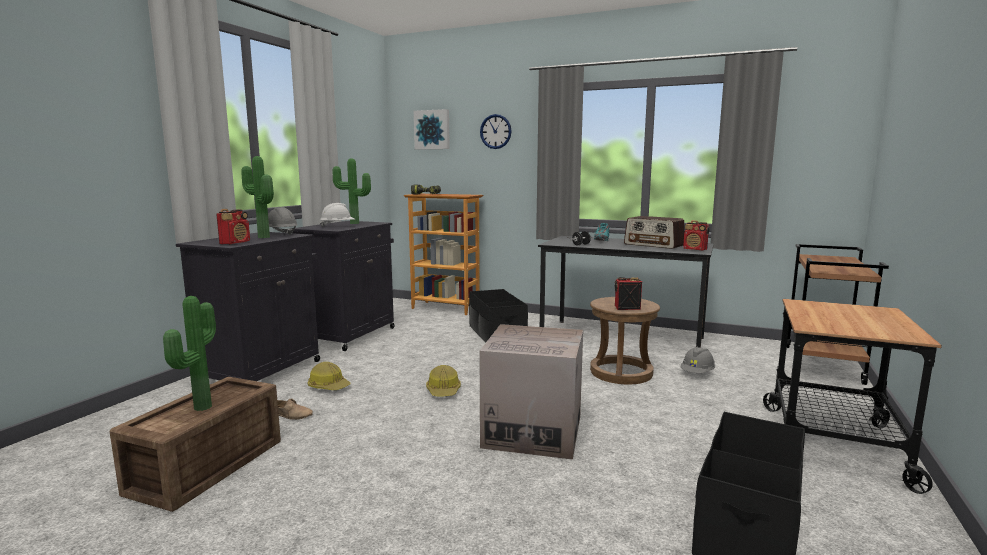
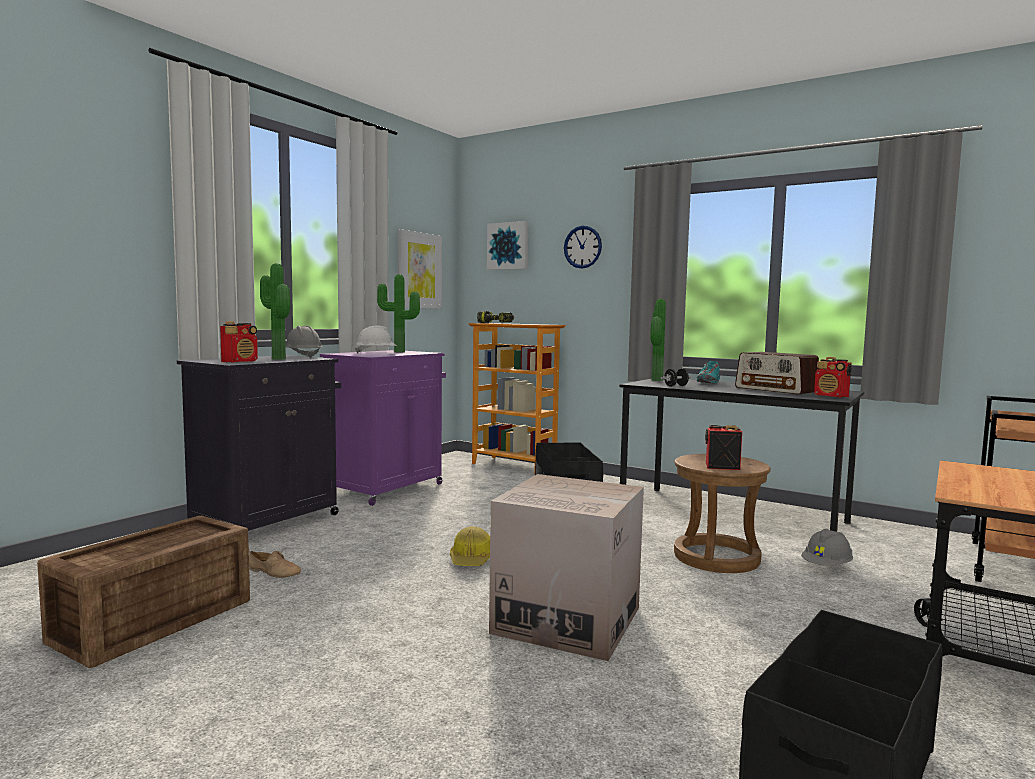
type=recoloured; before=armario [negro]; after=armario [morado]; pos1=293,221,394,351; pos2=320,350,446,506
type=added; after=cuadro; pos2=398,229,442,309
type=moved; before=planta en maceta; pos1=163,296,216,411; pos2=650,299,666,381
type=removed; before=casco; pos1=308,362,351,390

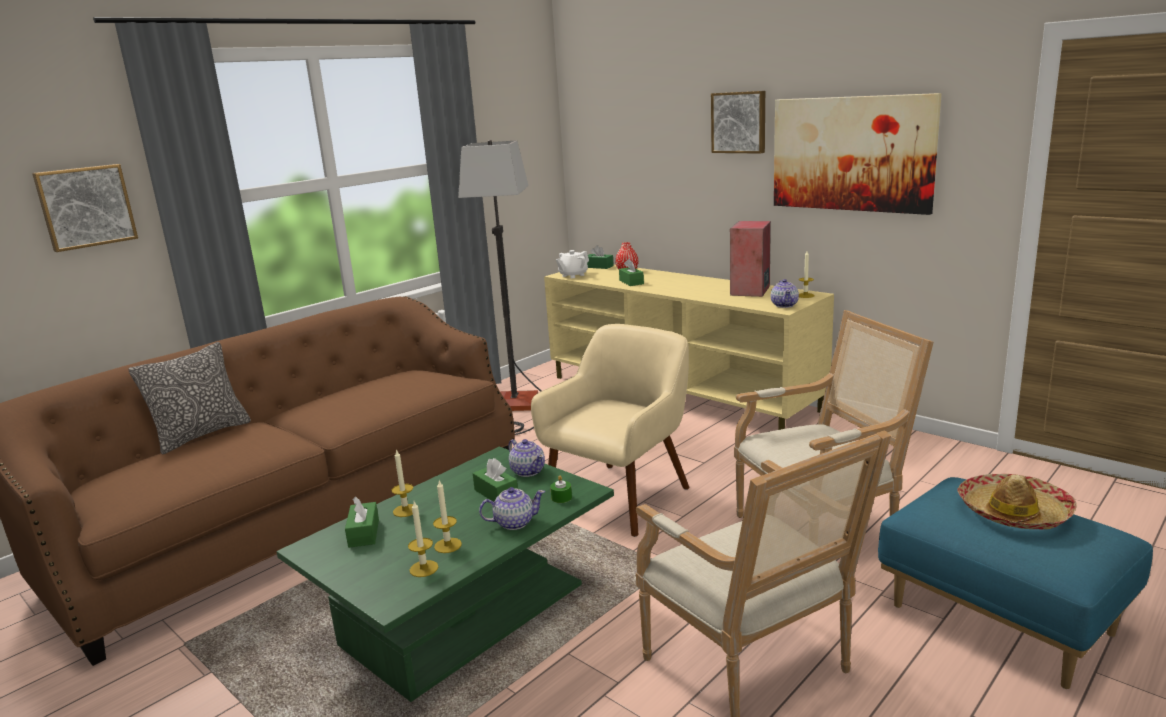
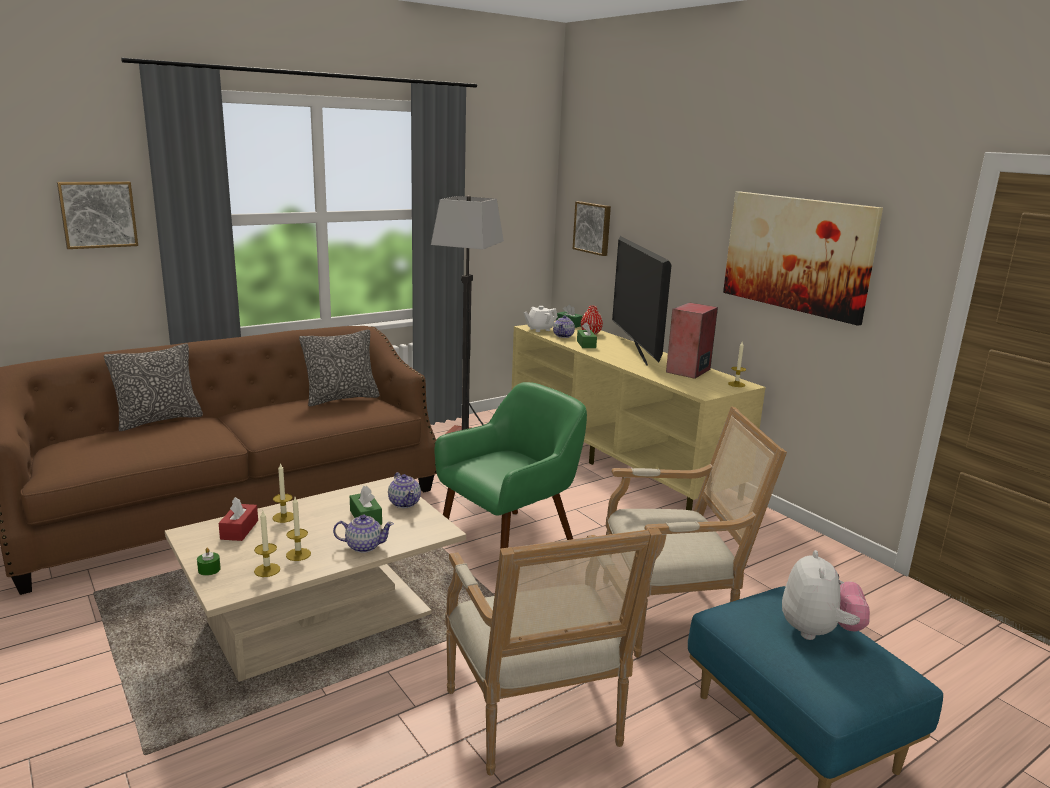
type=recoloured; before=mesa de centro [verde]; after=mesa de centro [beis]; pos1=276,446,614,702; pos2=165,477,466,682
type=moved; before=vela [verde]; pos1=550,476,572,503; pos2=197,548,221,576
type=recoloured; before=caja de pañuelos [verde]; after=caja de pañuelos [rojo]; pos1=345,496,379,548; pos2=219,497,258,541
type=added; after=cojín; pos2=299,329,380,407
type=recoloured; before=sillón [beis]; after=sillón [verde]; pos1=531,324,689,537; pos2=434,382,587,549
type=moved; before=tetera; pos1=771,279,799,308; pos2=553,315,575,338
type=moved; before=cuadro; pos1=711,91,765,154; pos2=573,201,611,256
type=added; after=televisor; pos2=612,236,671,366
type=replaced; before=sombrero; after=peluche; pos1=957,474,1077,530; pos2=782,550,870,640

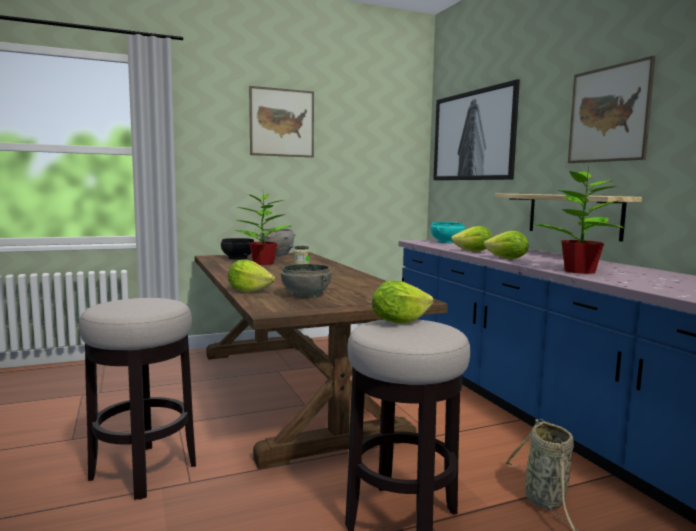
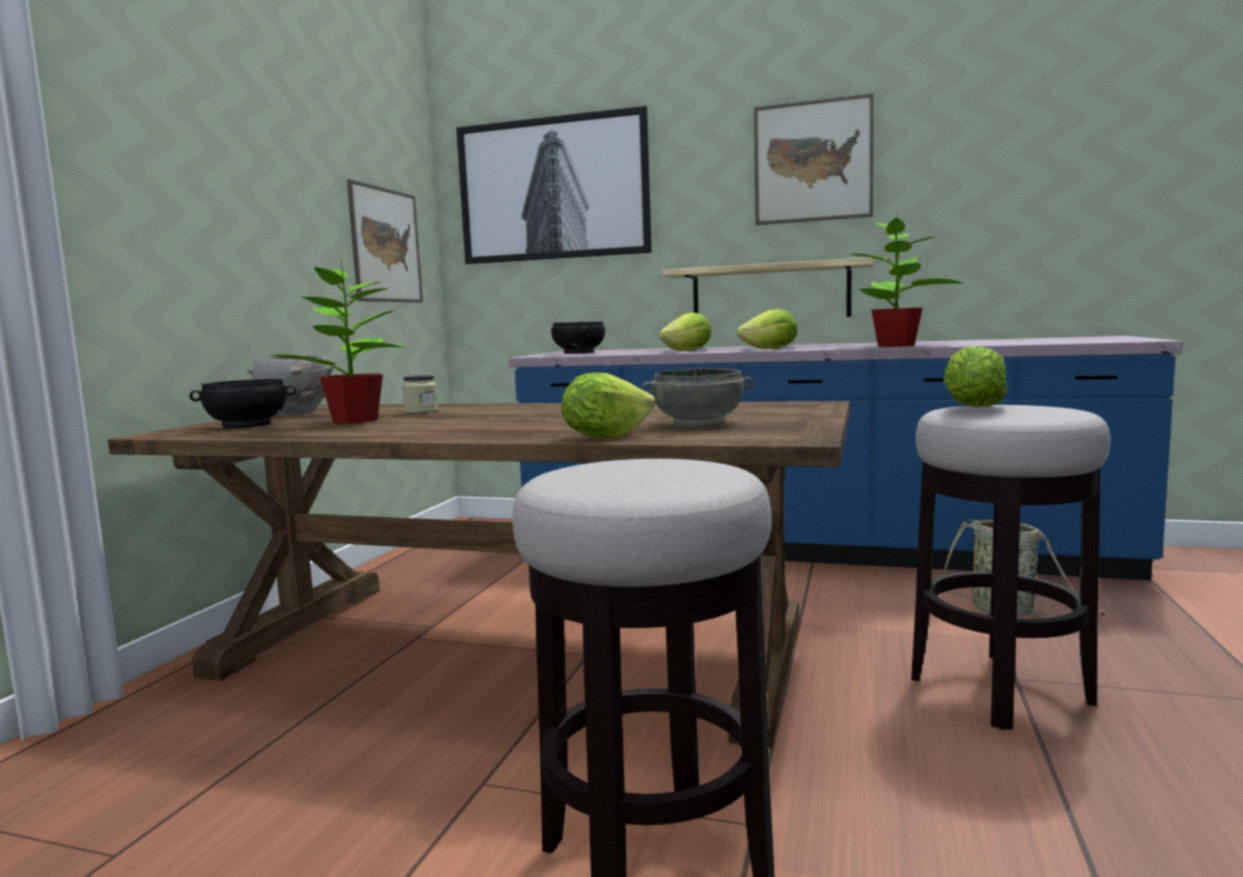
type=moved; before=cuadro; pos1=249,86,314,157; pos2=347,179,423,302
type=recoloured; before=cuenco [turquesa]; after=cuenco [negro]; pos1=430,222,465,243; pos2=551,322,605,354

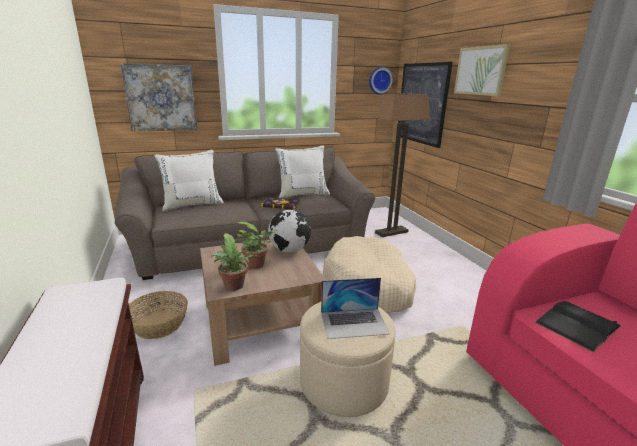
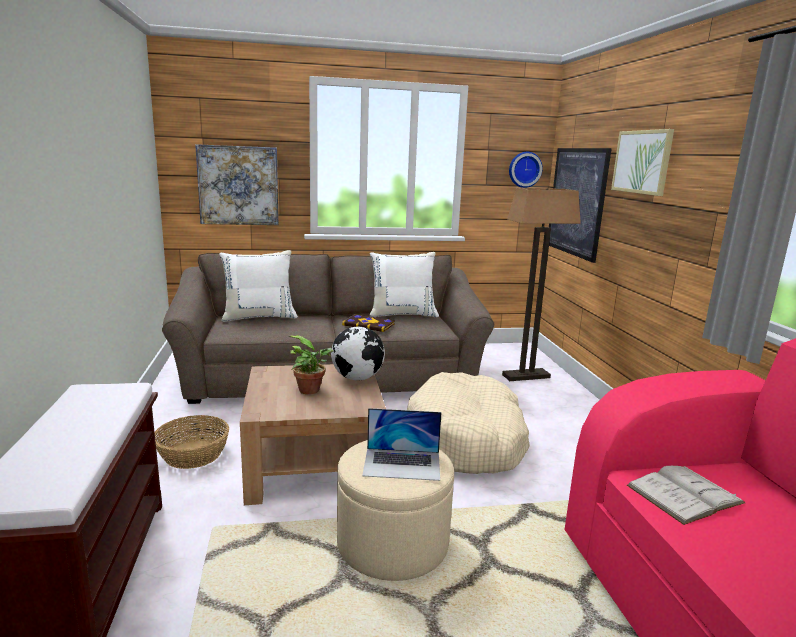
type=recoloured; before=libro [negro]; after=libro [blanco]; pos1=535,301,621,352; pos2=627,466,746,525
type=removed; before=planta en maceta; pos1=211,233,258,291

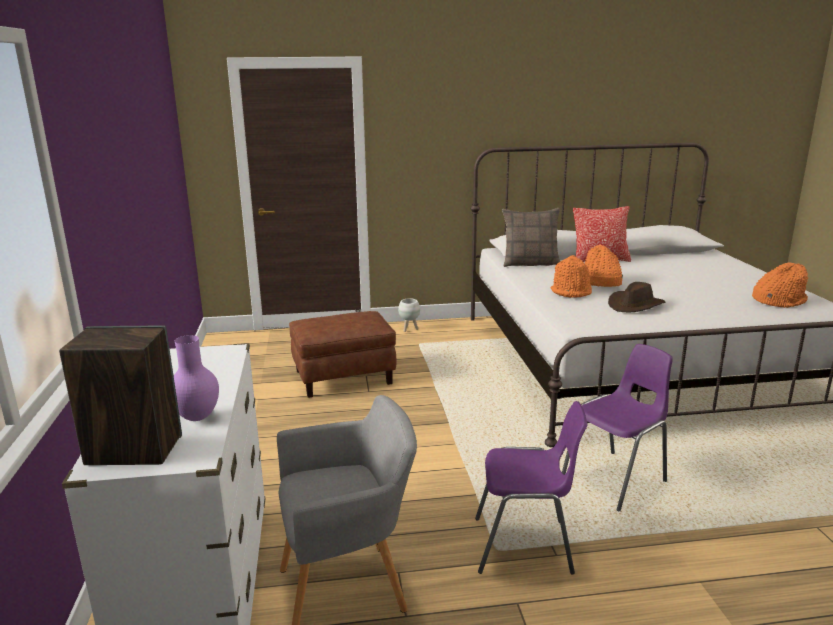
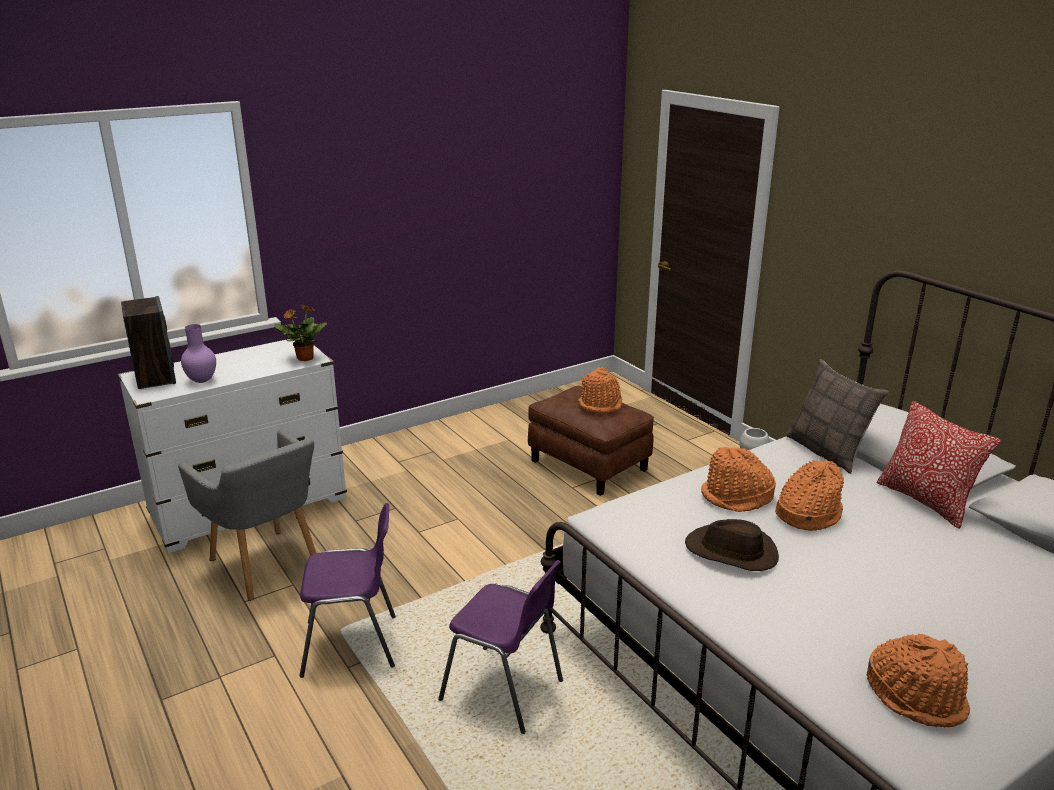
type=added; after=planta en maceta; pos2=274,304,327,361
type=turned; before=silla [morado]; pos1=475,401,588,574; pos2=299,503,396,678; turn=-75
type=added; after=sombrero [naranja]; pos2=578,367,622,414

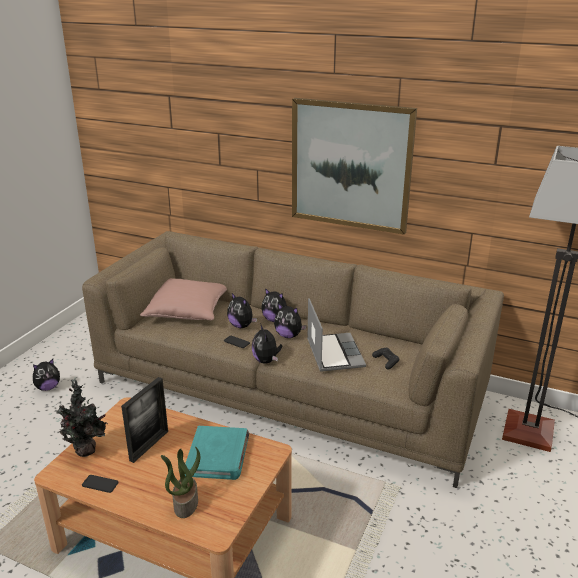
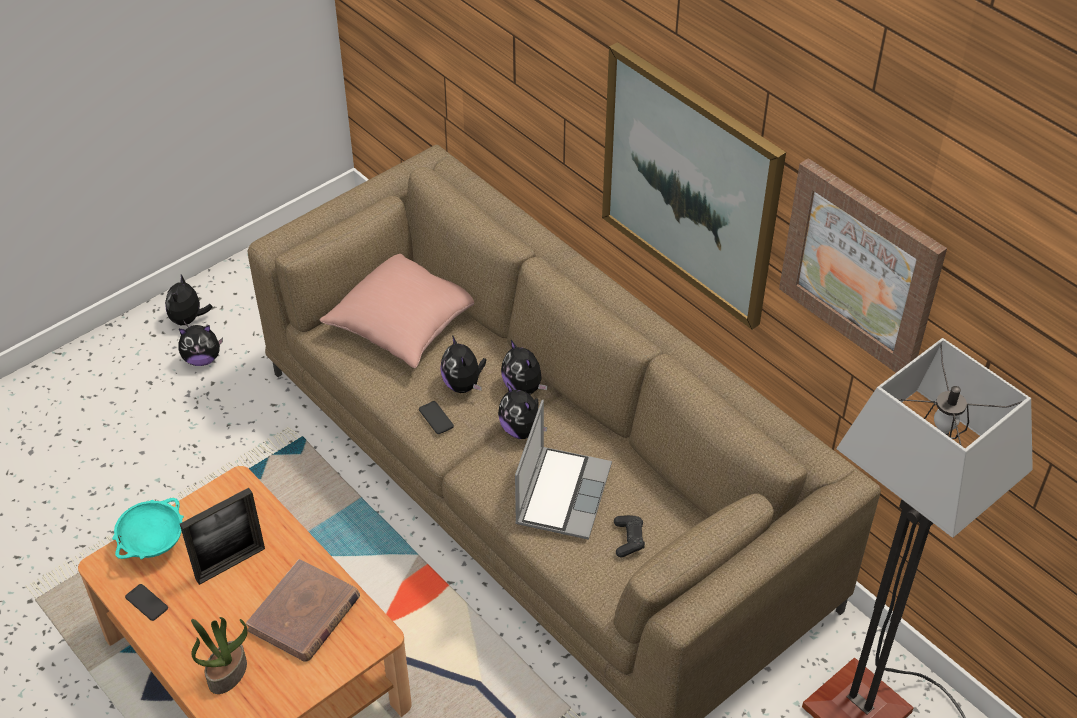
type=replaced; before=planta en maceta; after=cuenco [turquesa]; pos1=56,378,108,457; pos2=112,498,184,559
type=moved; before=peluche; pos1=252,323,282,364; pos2=165,274,213,328
type=recoloured; before=libro [turquesa]; after=libro [marrón]; pos1=185,426,249,480; pos2=246,559,360,662
type=added; after=cuadro; pos2=779,158,947,373

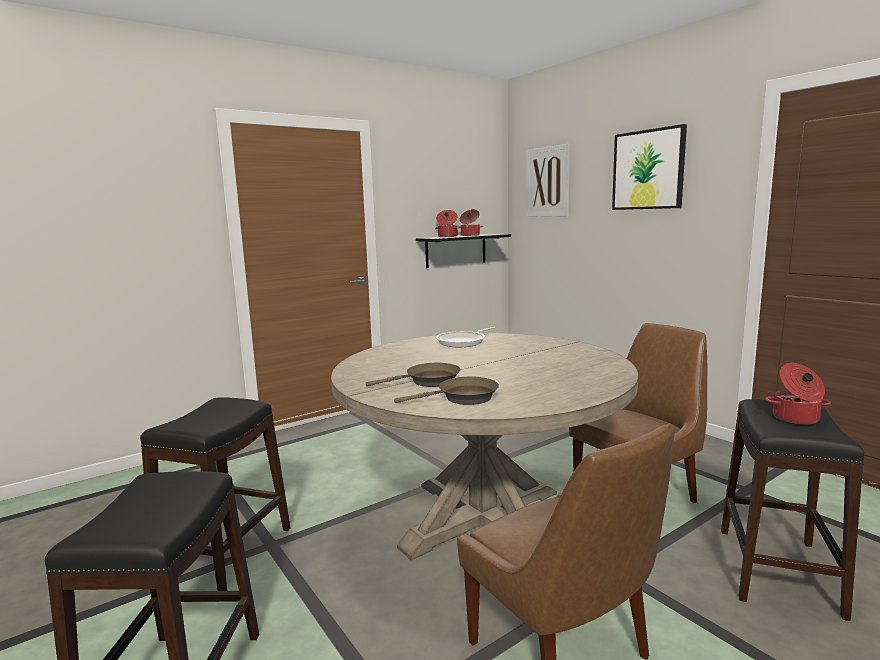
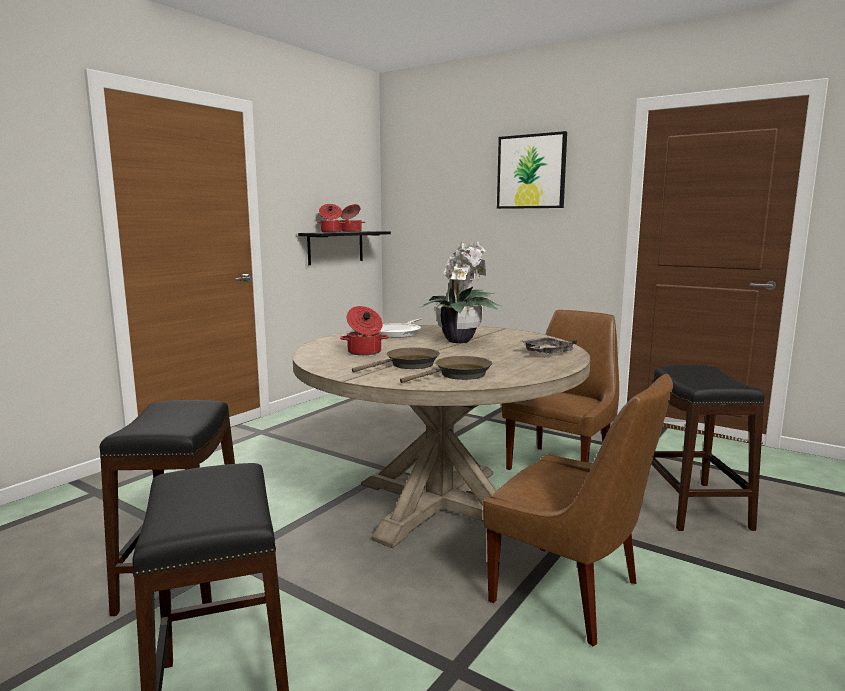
type=moved; before=olla; pos1=766,363,831,425; pos2=340,306,388,355
type=added; after=planta en maceta; pos2=420,241,501,343
type=added; after=bandeja [gris]; pos2=521,337,577,354
type=removed; before=cuadro; pos1=526,144,570,217

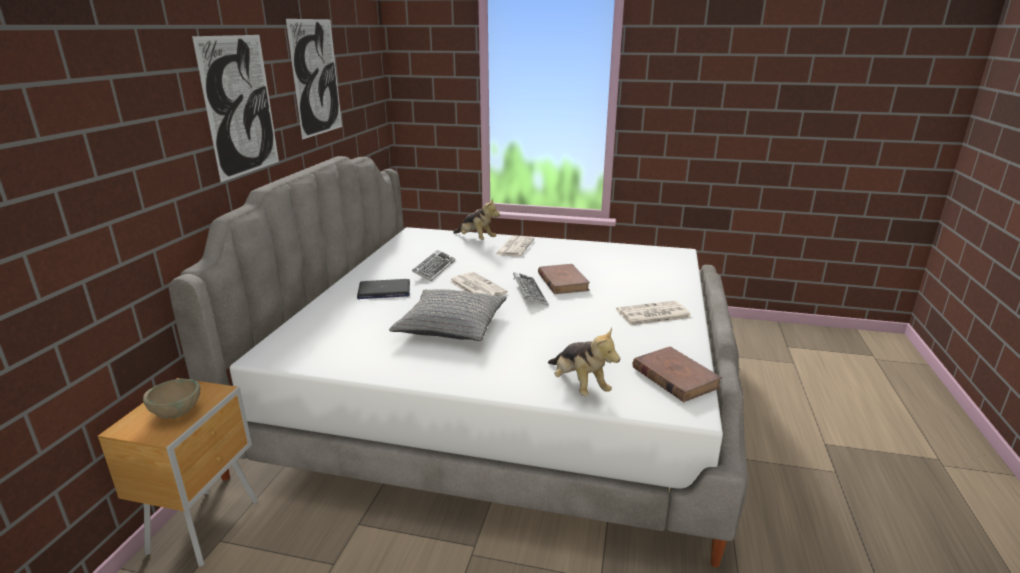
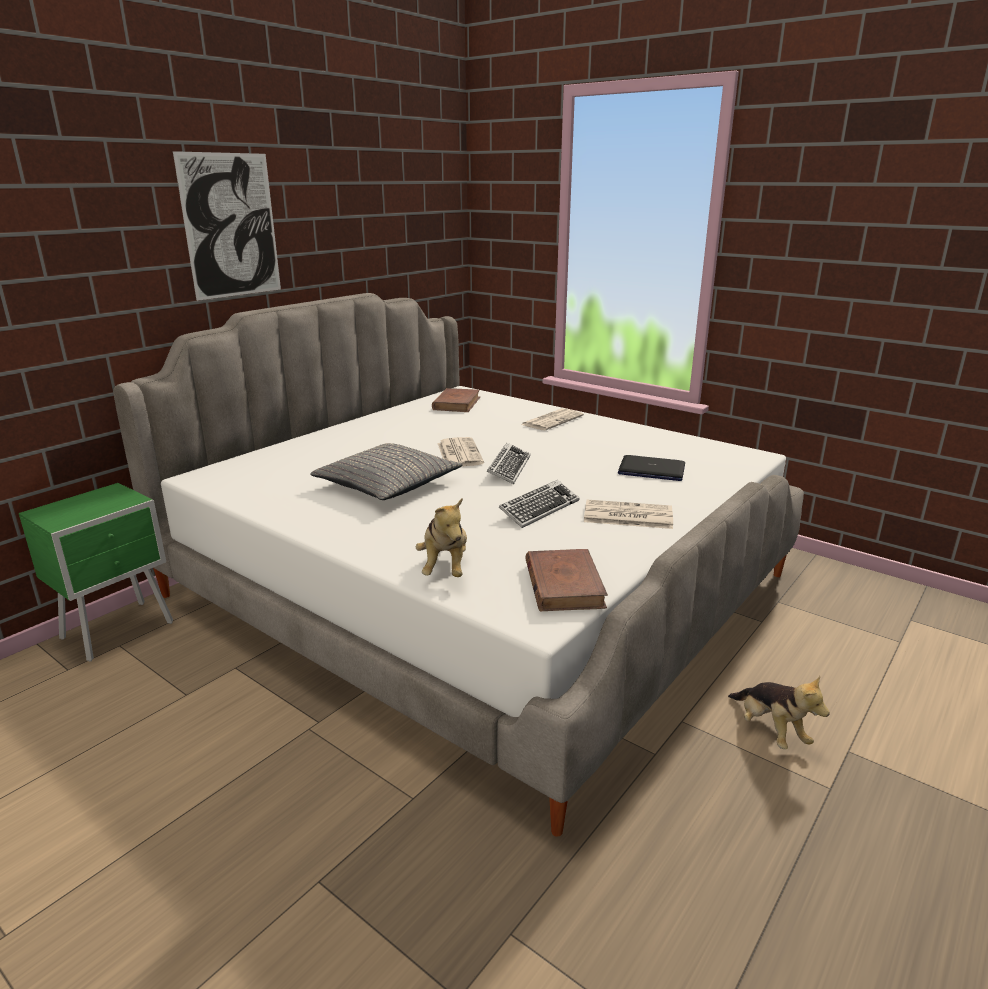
type=recoloured; before=mesita de noche [marrón]; after=mesita de noche [verde]; pos1=98,378,258,567; pos2=19,483,173,662
type=moved; before=libro [marrón]; pos1=538,264,590,294; pos2=432,388,481,412
type=moved; before=teclado; pos1=412,250,455,281; pos2=499,480,580,528
type=moved; before=portátil; pos1=357,279,410,299; pos2=618,455,685,481
type=moved; before=peluche; pos1=453,198,500,240; pos2=728,676,830,749
type=removed; before=cuenco [beis]; pos1=143,378,200,418
type=removed; before=cuadro; pos1=286,19,342,140

